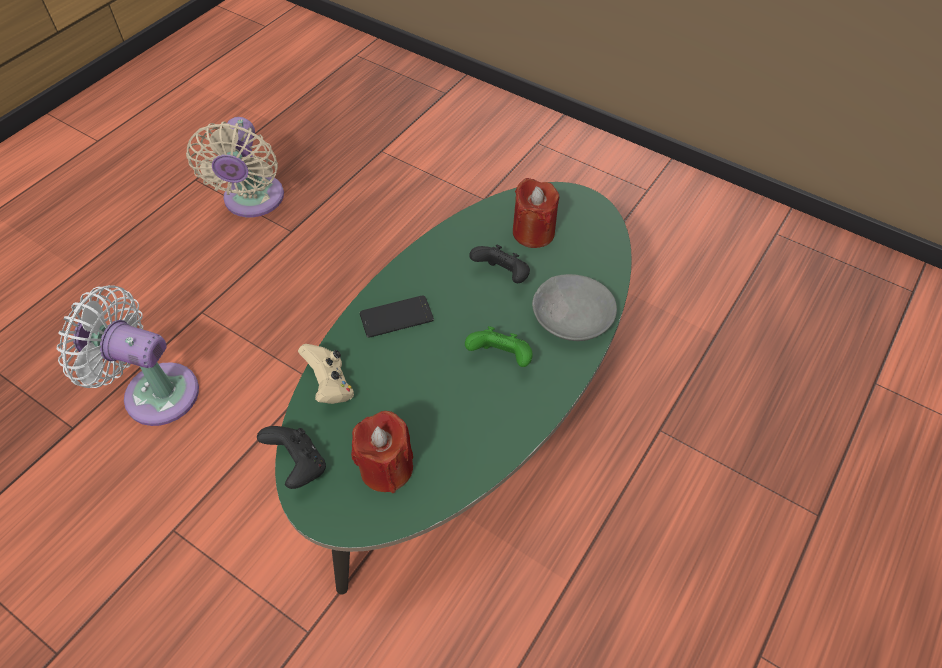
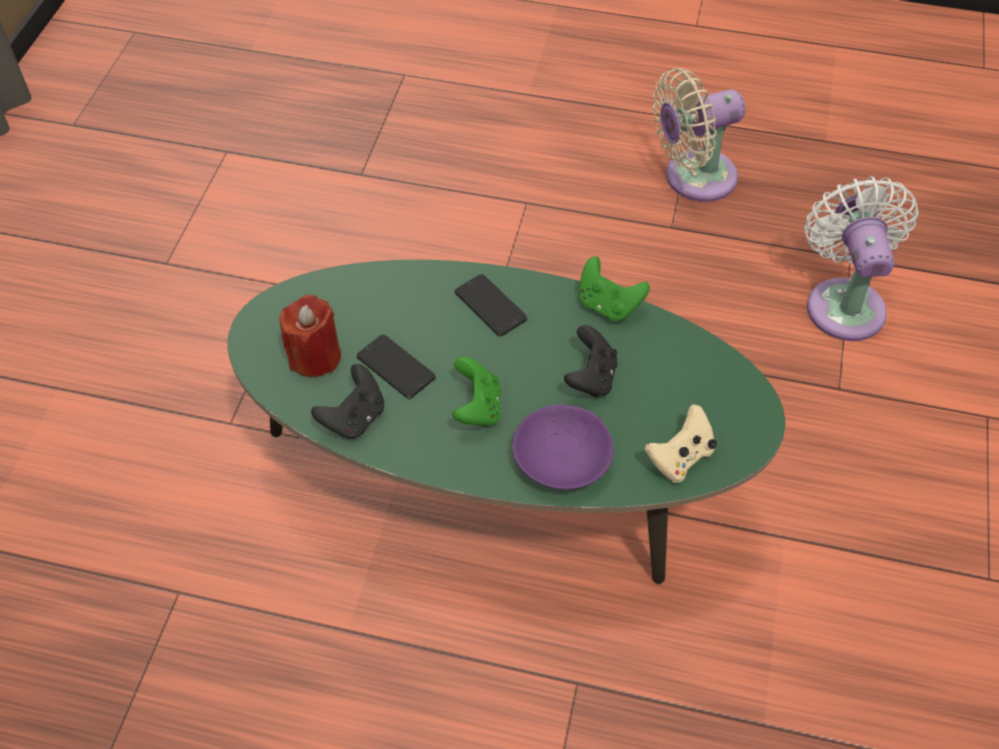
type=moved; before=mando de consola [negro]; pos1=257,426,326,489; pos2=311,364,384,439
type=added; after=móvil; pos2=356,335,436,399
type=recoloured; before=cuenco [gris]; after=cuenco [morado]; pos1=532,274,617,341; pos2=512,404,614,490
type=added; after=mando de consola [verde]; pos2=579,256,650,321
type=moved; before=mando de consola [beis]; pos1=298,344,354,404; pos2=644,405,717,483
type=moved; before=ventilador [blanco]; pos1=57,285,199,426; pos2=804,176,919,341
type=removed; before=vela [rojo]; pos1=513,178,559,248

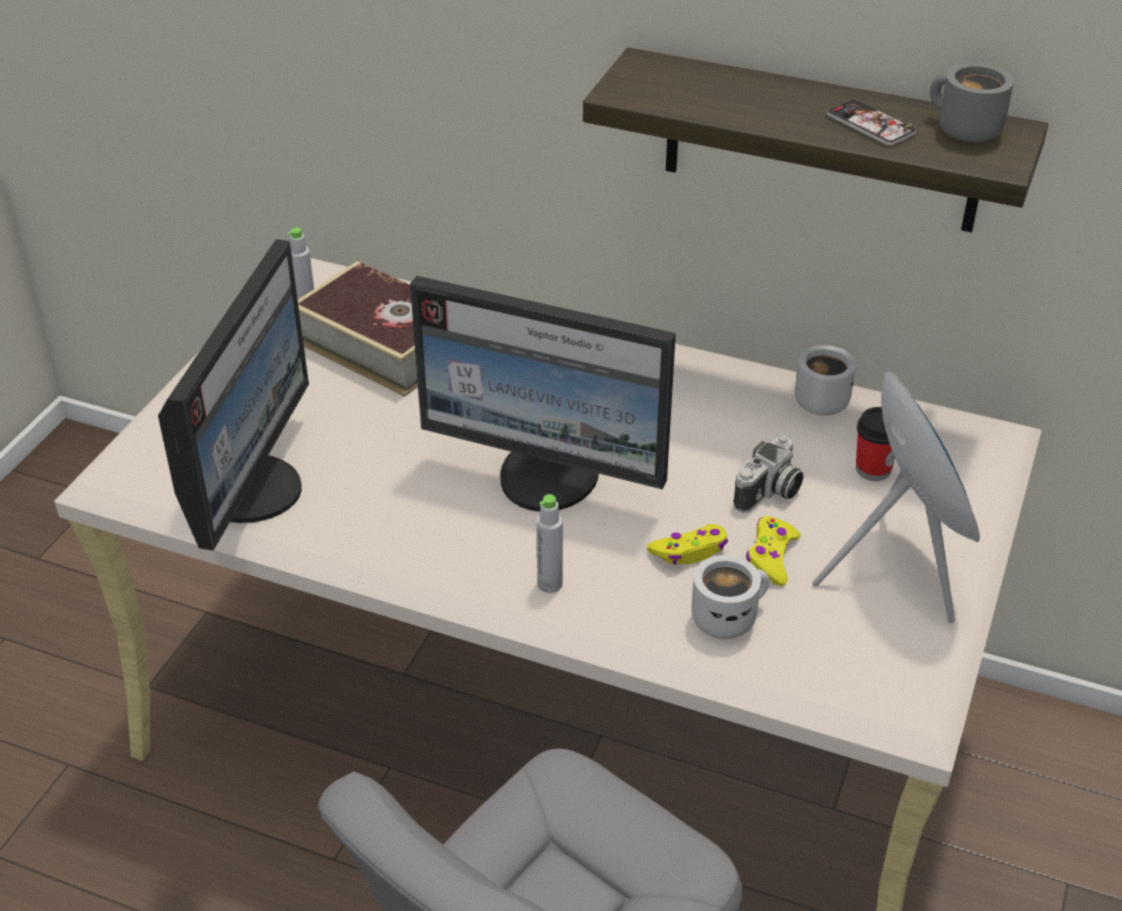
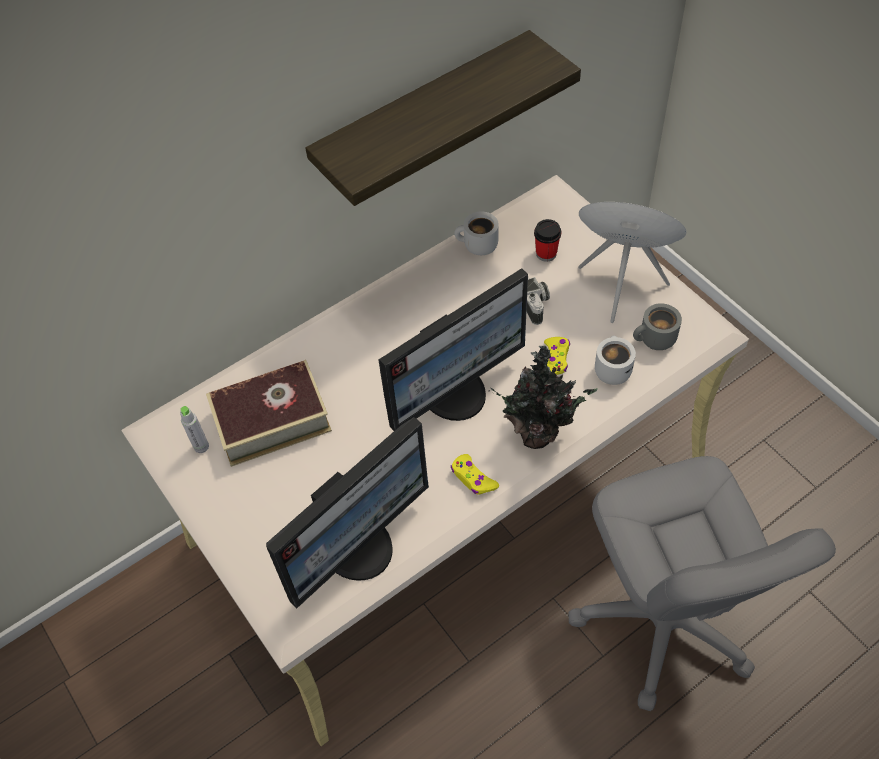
type=turned; before=monitor; pos1=158,239,309,551; pos2=266,417,429,609; turn=90
type=moved; before=mando de consola [amarillo]; pos1=746,516,801,586; pos2=451,454,499,494
type=replaced; before=botella [gris]; after=planta en maceta; pos1=536,494,563,593; pos2=491,346,598,449
type=moved; before=taza grande [gris]; pos1=930,63,1014,142; pos2=633,303,682,350
type=removed; before=móvil; pos1=826,99,916,146

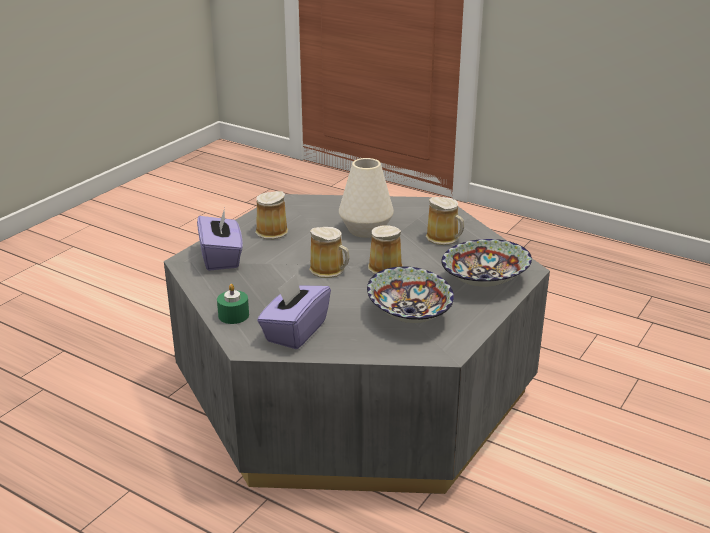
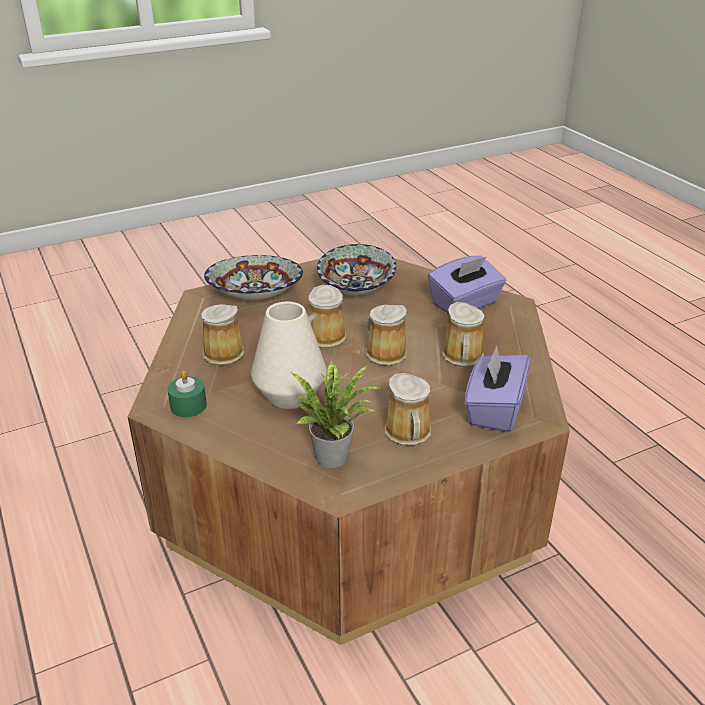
type=recoloured; before=mesa de centro [gris]; after=mesa de centro [marrón]; pos1=164,194,550,494; pos2=128,258,570,645
type=moved; before=vela [verde]; pos1=217,284,249,324; pos2=167,371,207,417
type=added; after=planta en maceta; pos2=292,360,381,468
type=added; after=taza grande; pos2=442,302,485,367

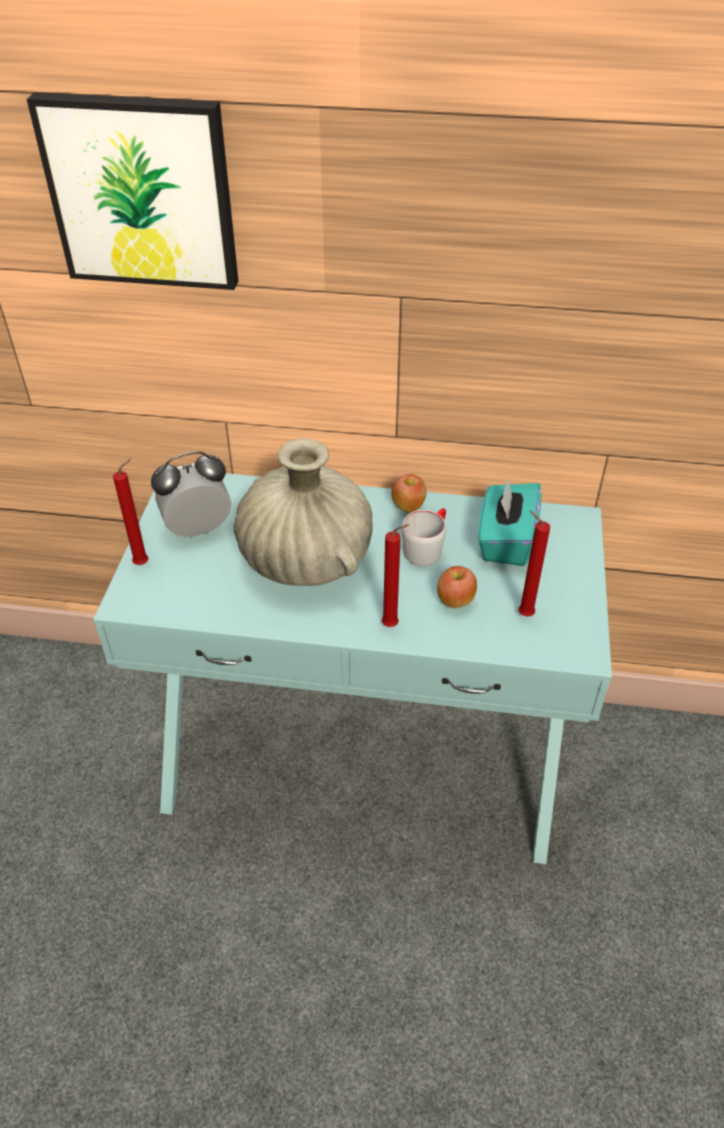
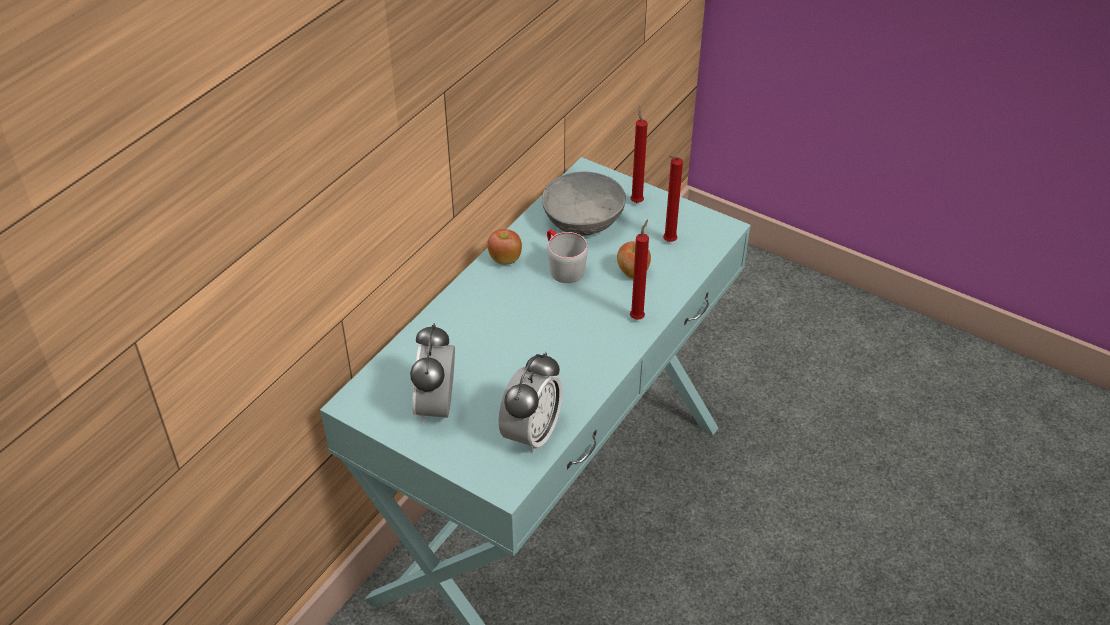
type=added; after=despertador; pos2=499,352,563,454
type=replaced; before=caja de pañuelos [turquesa]; after=cuenco [gris]; pos1=478,478,542,566; pos2=542,172,626,236
type=moved; before=vela [rojo]; pos1=113,459,148,565; pos2=630,106,648,203
type=removed; before=cuadro; pos1=27,92,238,290
type=removed; before=florero [beis]; pos1=234,438,373,586

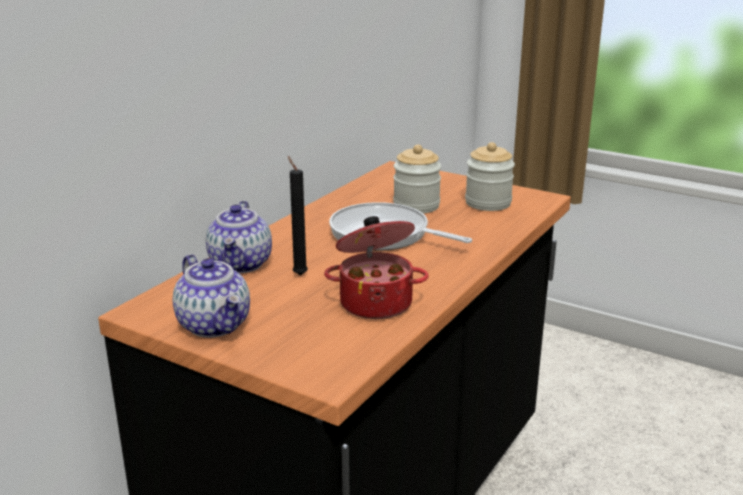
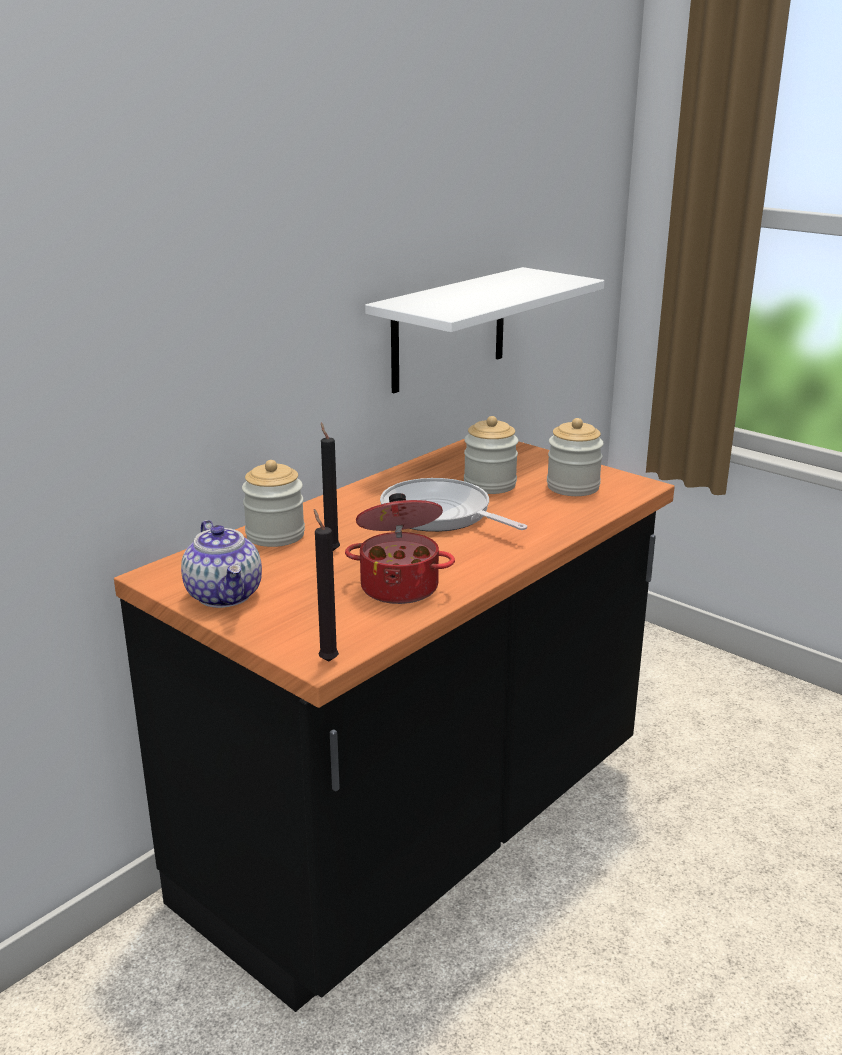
type=replaced; before=tetera; after=tarro; pos1=206,201,272,273; pos2=242,460,305,547
type=added; after=vela [negro]; pos2=313,509,339,661
type=added; after=estante [blanco]; pos2=365,267,605,393

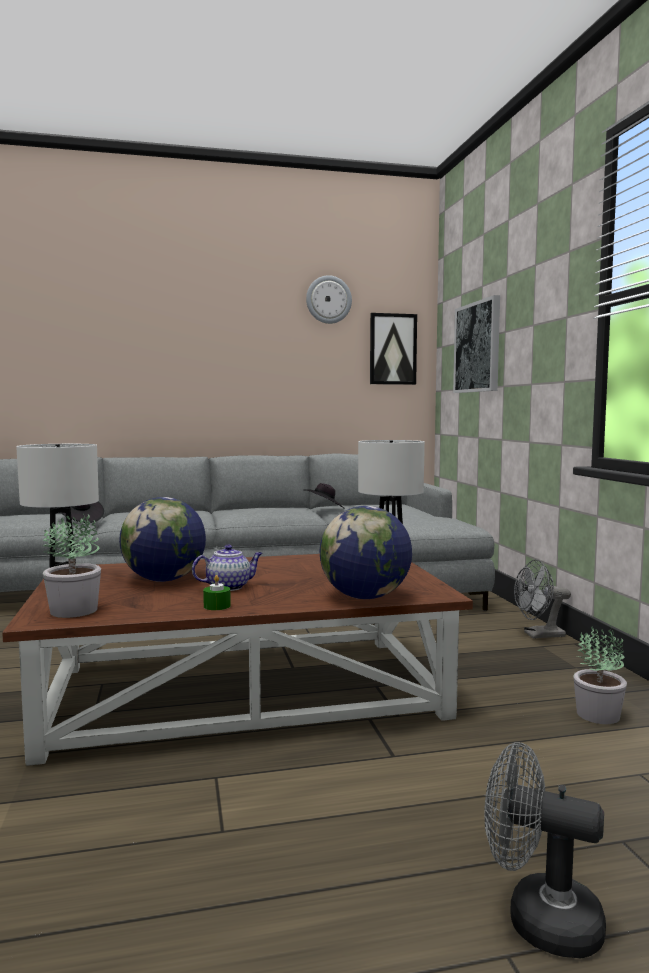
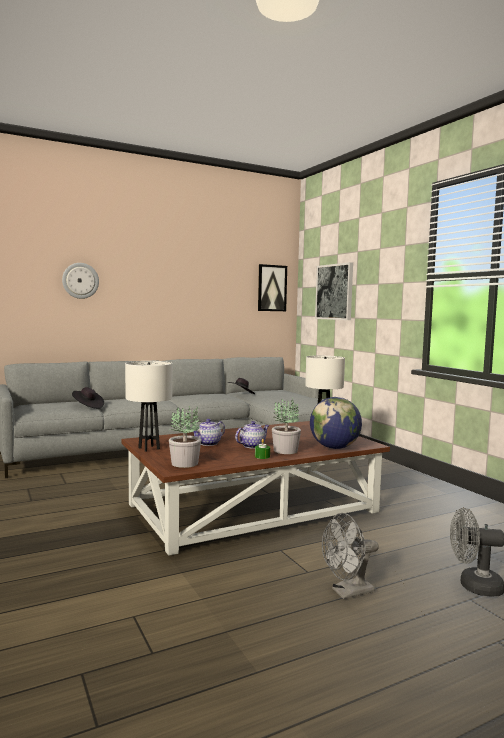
type=moved; before=reloj de pared; pos1=306,275,352,324; pos2=62,263,99,299
type=replaced; before=globo terráqueo; after=tetera; pos1=119,497,206,582; pos2=194,419,225,446
type=moved; before=planta en maceta; pos1=573,625,627,724; pos2=272,398,301,454
type=moved; before=ventilador [gris]; pos1=514,559,571,639; pos2=322,513,379,599

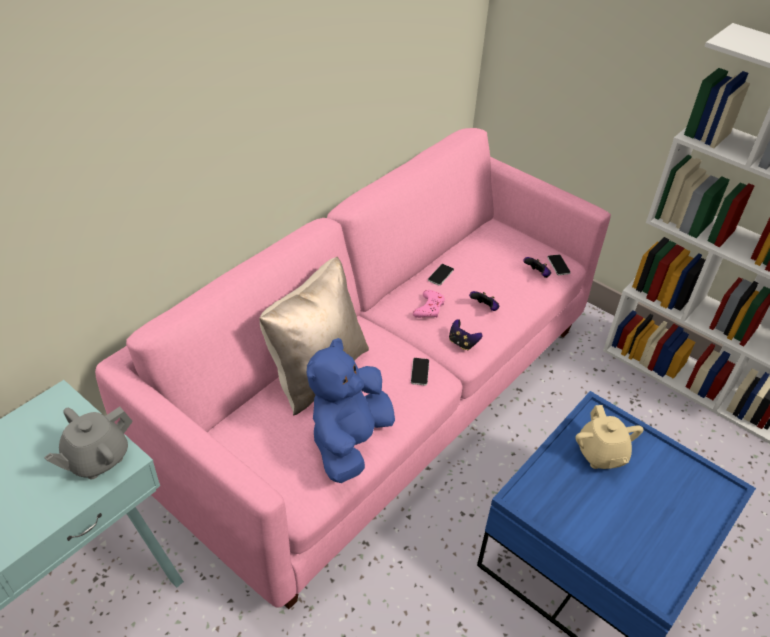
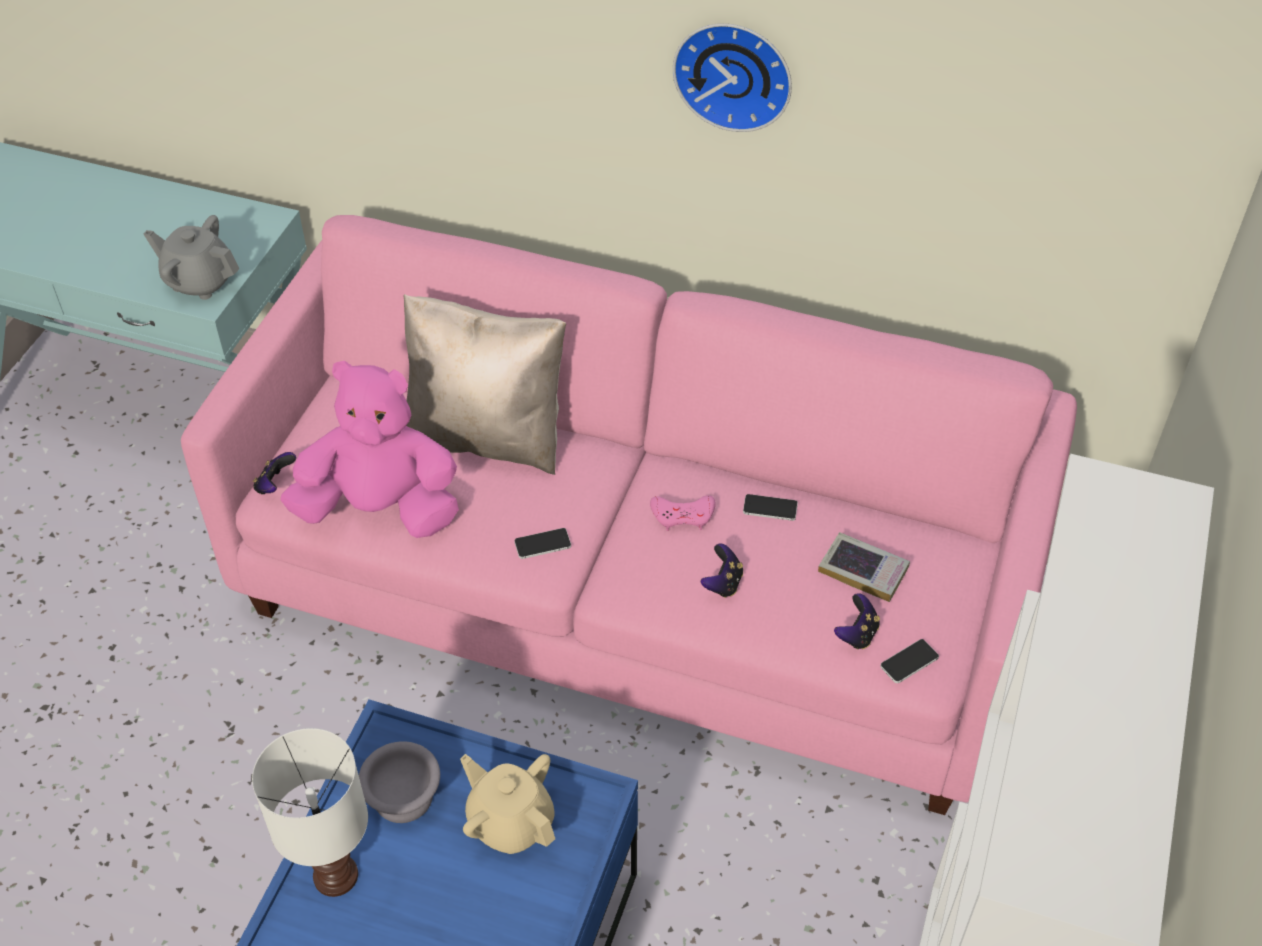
type=added; after=lámpara de mesa [blanco]; pos2=252,728,368,897
type=moved; before=mando de consola; pos1=449,319,483,350; pos2=253,452,296,494
type=recoloured; before=peluche [azul]; after=peluche [rosa]; pos1=307,338,395,483; pos2=280,361,459,538
type=added; after=cuenco [gris]; pos2=359,741,440,823
type=turned; before=tetera [beis]; pos1=576,405,643,469; pos2=460,754,555,854; turn=75
type=added; after=reloj de pared; pos2=673,23,792,132
type=added; after=libro; pos2=818,532,910,602

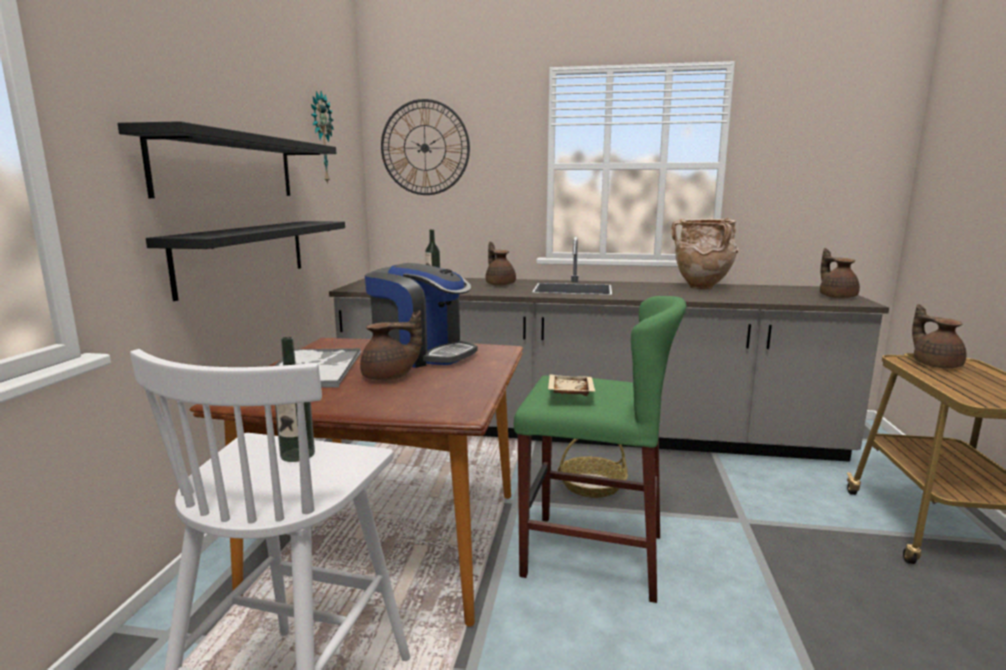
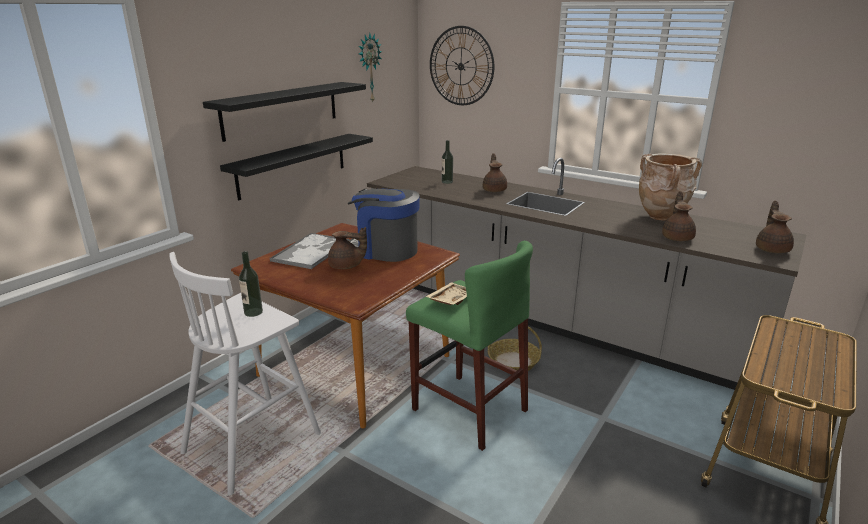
type=turned; before=cafetera; pos1=365,263,477,368; pos2=347,189,420,262; turn=150
type=moved; before=tetera [marrón]; pos1=912,304,966,368; pos2=662,191,696,241

